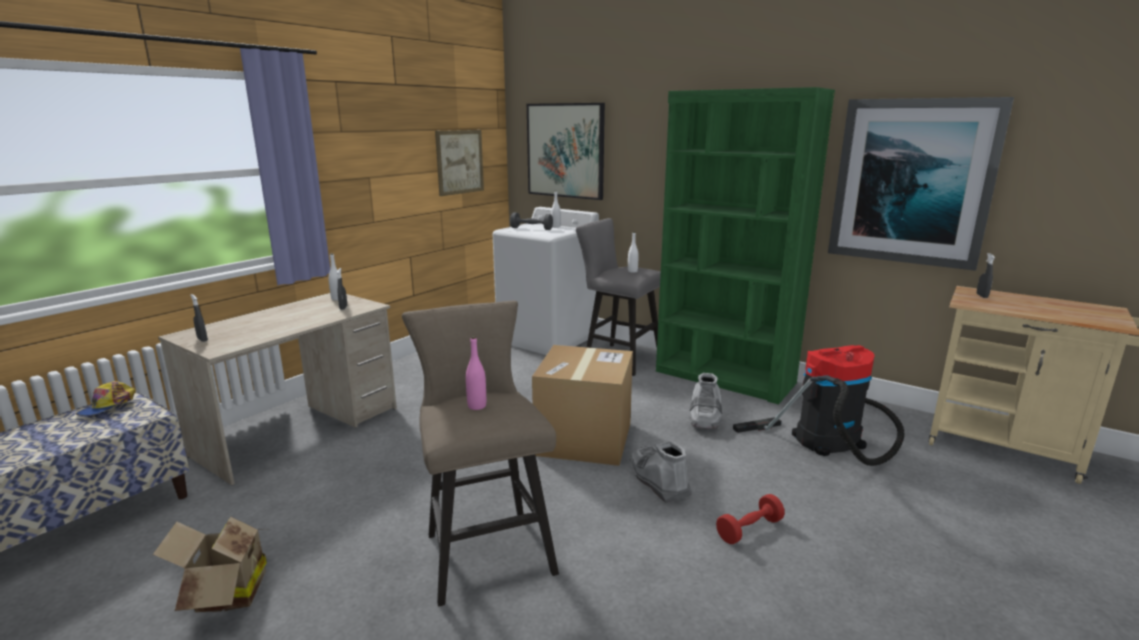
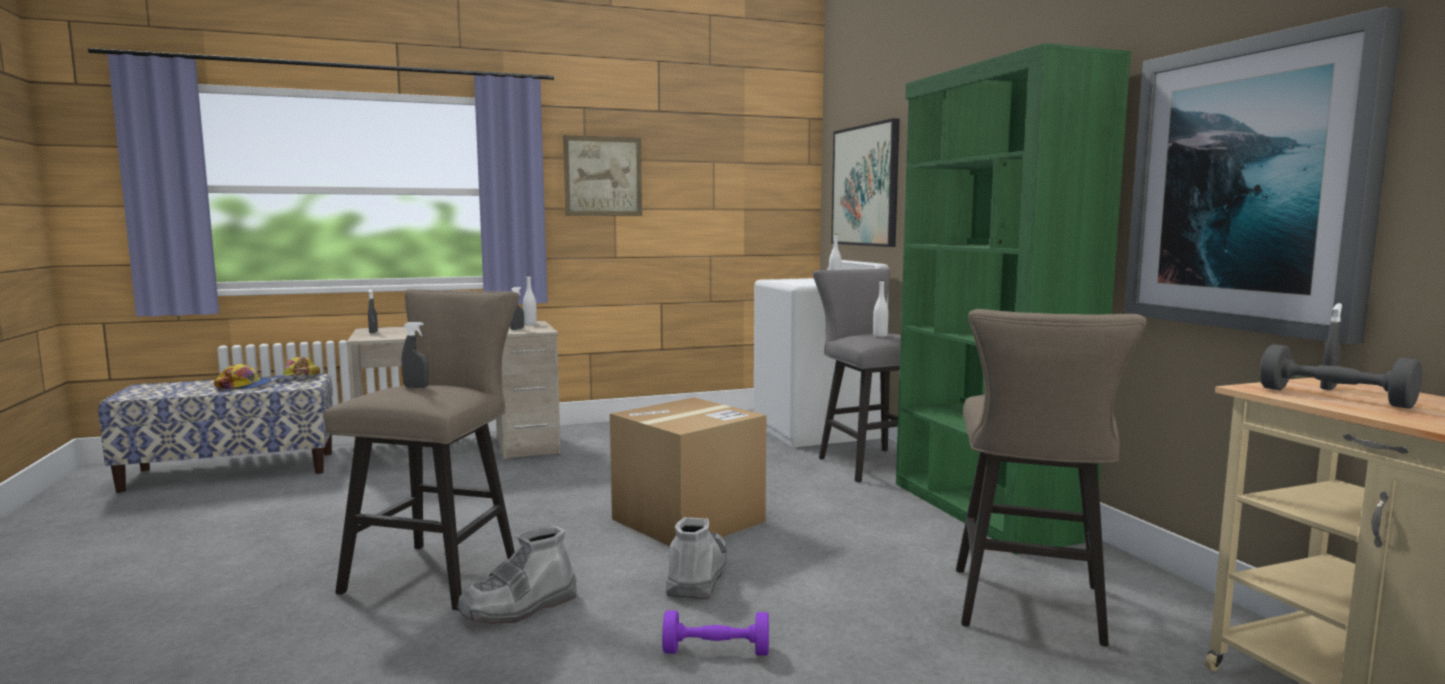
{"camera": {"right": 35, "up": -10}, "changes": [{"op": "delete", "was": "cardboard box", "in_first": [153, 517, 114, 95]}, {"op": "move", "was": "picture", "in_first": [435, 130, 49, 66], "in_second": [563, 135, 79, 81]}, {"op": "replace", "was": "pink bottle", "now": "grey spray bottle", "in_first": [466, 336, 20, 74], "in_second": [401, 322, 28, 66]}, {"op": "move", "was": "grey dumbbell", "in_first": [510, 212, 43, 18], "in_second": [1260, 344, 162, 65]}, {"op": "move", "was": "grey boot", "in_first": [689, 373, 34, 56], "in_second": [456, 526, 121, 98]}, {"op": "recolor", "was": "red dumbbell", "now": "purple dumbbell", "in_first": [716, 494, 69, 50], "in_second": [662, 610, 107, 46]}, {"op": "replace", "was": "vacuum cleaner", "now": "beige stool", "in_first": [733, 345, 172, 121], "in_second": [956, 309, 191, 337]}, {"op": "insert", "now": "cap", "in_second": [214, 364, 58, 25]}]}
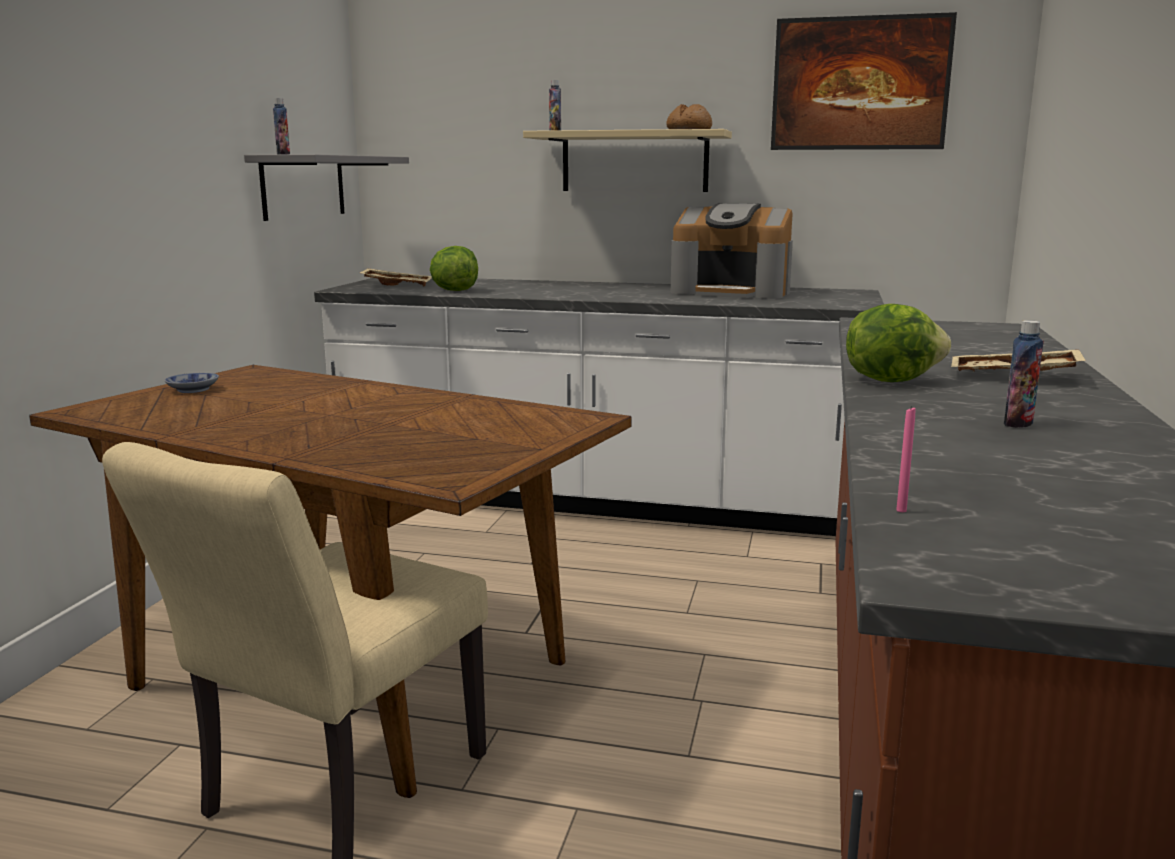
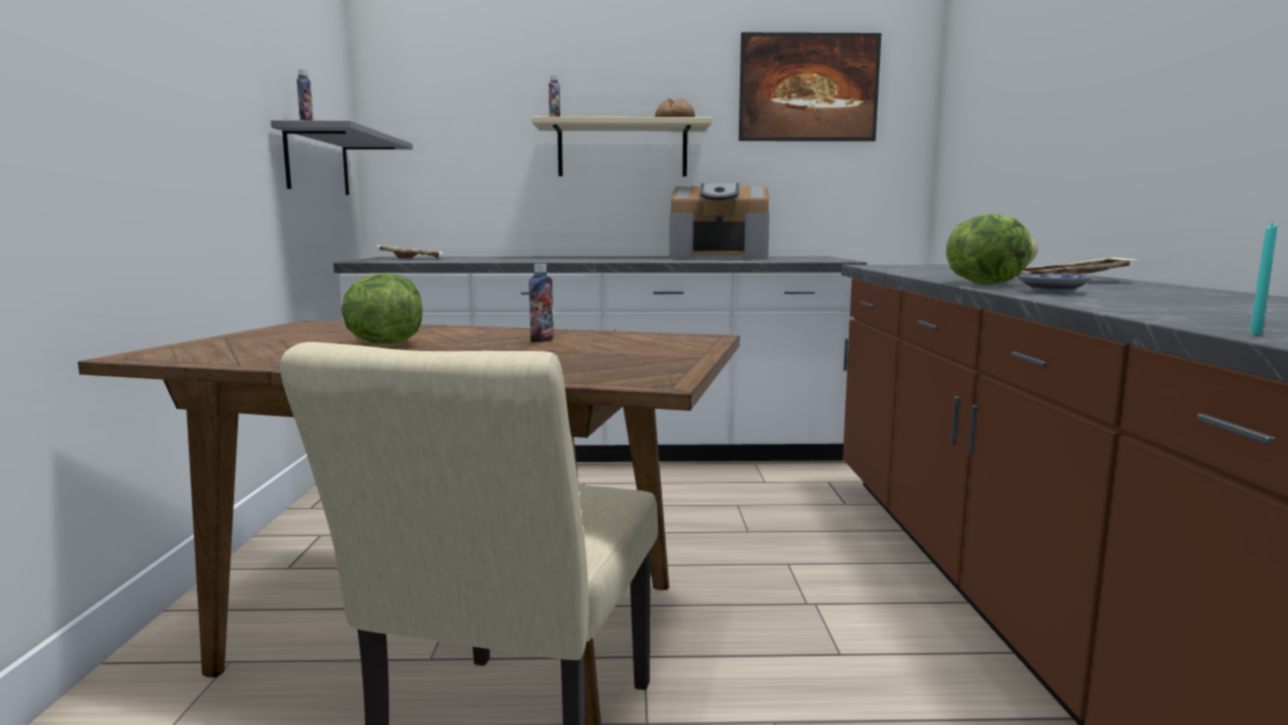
{"camera": {"right": -15, "up": -5}, "changes": [{"op": "move", "was": "bowl", "in_first": [165, 373, 54, 20], "in_second": [1019, 274, 72, 19]}, {"op": "move", "was": "lettuce", "in_first": [430, 246, 48, 45], "in_second": [341, 273, 82, 71]}, {"op": "recolor", "was": "pink candle", "now": "turquoise candle", "in_first": [896, 407, 20, 105], "in_second": [1250, 223, 27, 111]}, {"op": "move", "was": "bottle", "in_first": [1004, 320, 40, 108], "in_second": [529, 264, 25, 78]}]}
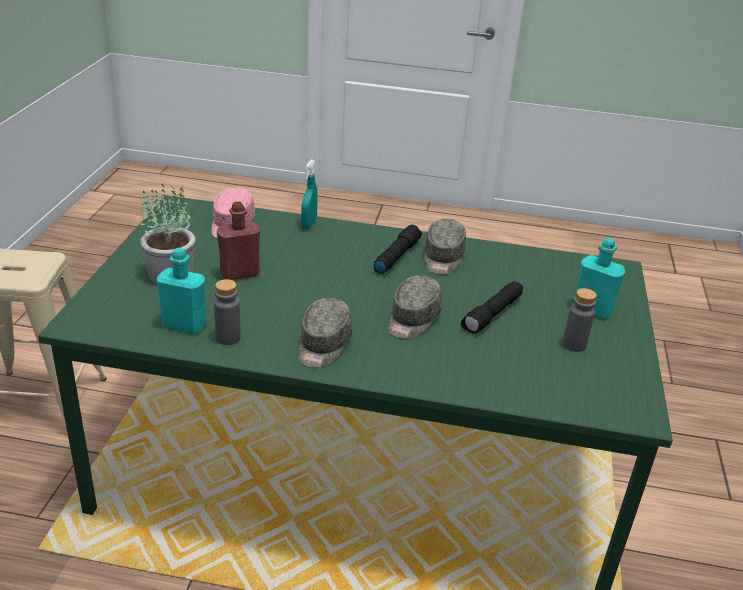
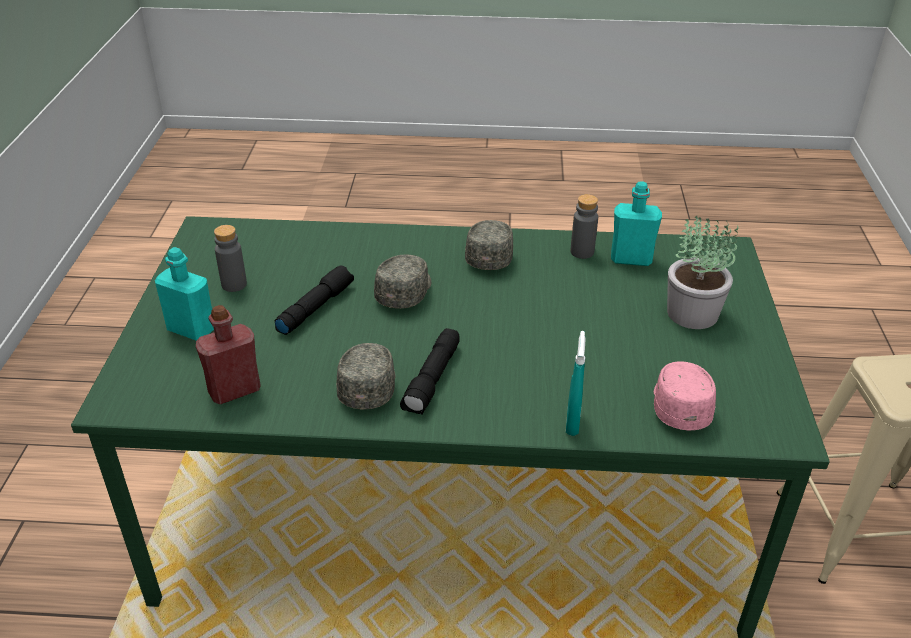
{"camera": {"right": 175, "up": 5}, "changes": [{"op": "move", "was": "red bottle", "in_first": [217, 201, 43, 79], "in_second": [196, 305, 64, 99]}]}
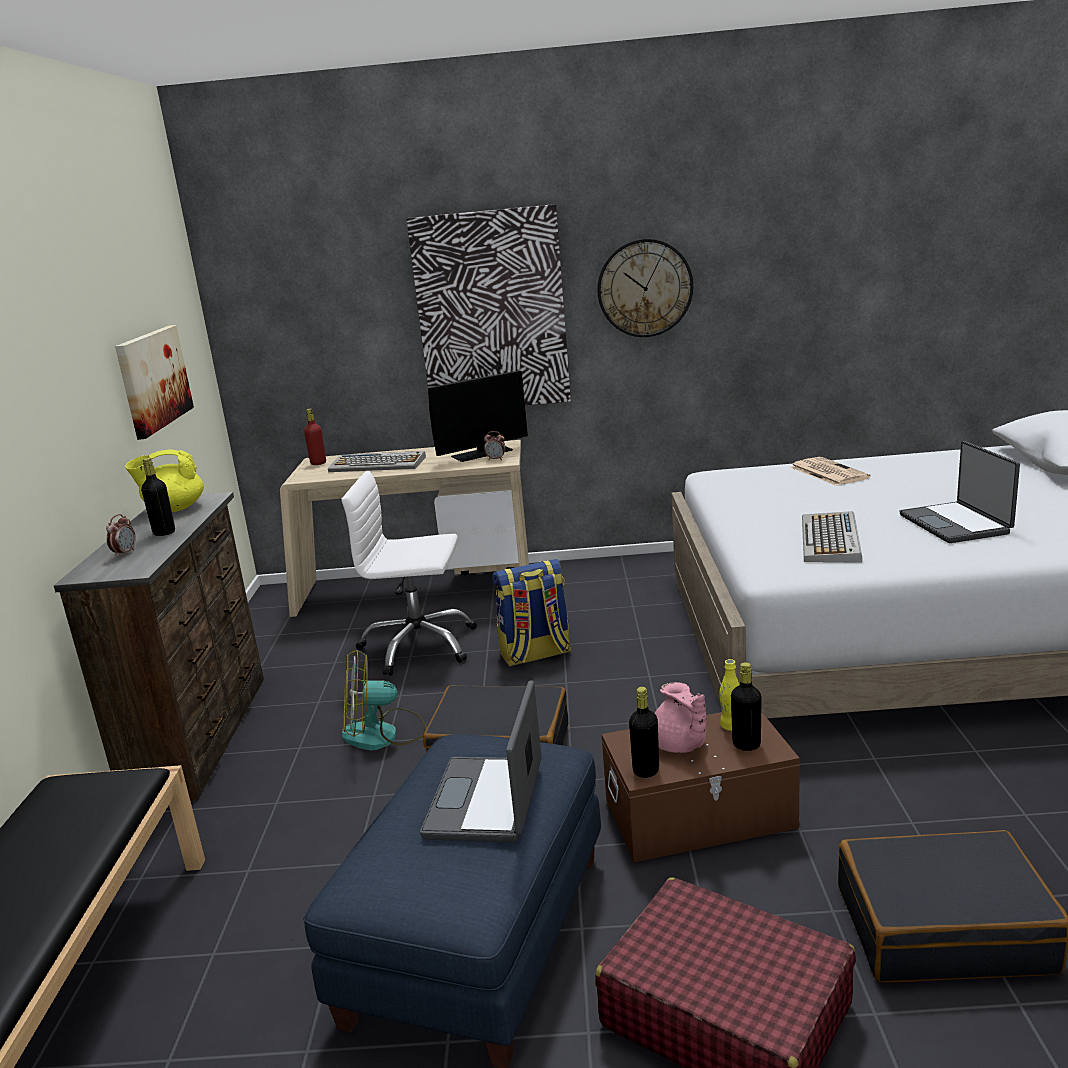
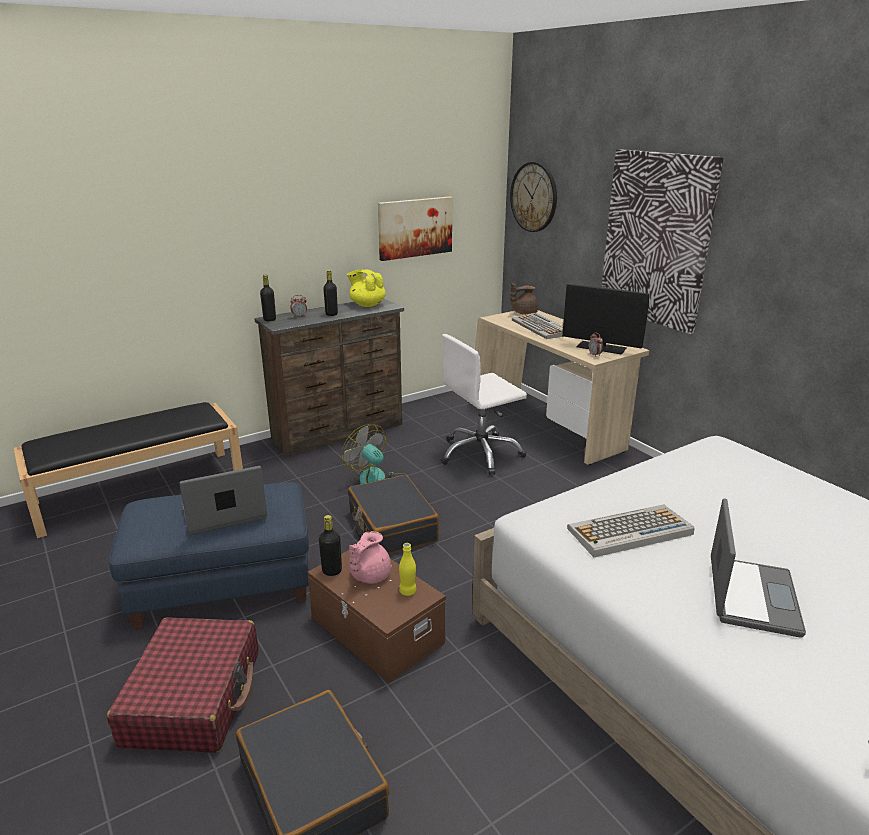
{"camera": {"right": 55, "up": 5}, "changes": [{"op": "replace", "was": "red bottle", "now": "brown teapot", "in_first": [304, 409, 22, 56], "in_second": [510, 283, 28, 32]}, {"op": "rotate", "was": "white office chair", "in_first": [341, 471, 136, 205], "in_second": [440, 334, 87, 141], "clockwise": -90}, {"op": "delete", "was": "backpack", "in_first": [492, 559, 79, 108]}, {"op": "move", "was": "wall clock", "in_first": [597, 239, 96, 98], "in_second": [510, 162, 47, 70]}, {"op": "move", "was": "black bottle", "in_first": [731, 662, 31, 89], "in_second": [260, 275, 16, 46]}, {"op": "delete", "was": "newspaper", "in_first": [790, 457, 80, 29]}, {"op": "rotate", "was": "laptop", "in_first": [899, 441, 121, 102], "in_second": [711, 498, 95, 140], "clockwise": 150}]}
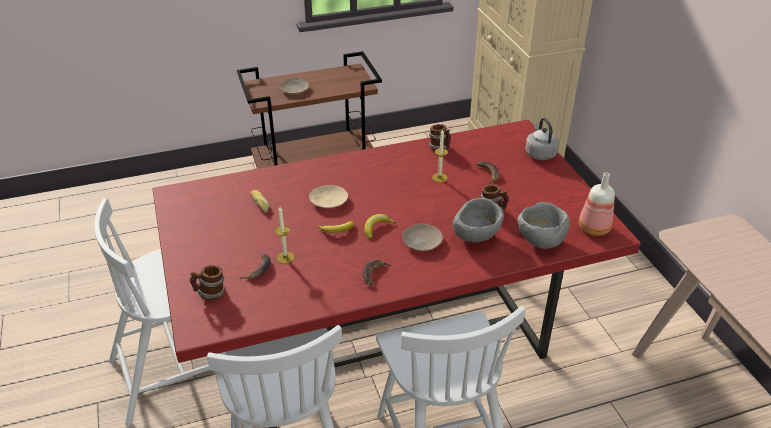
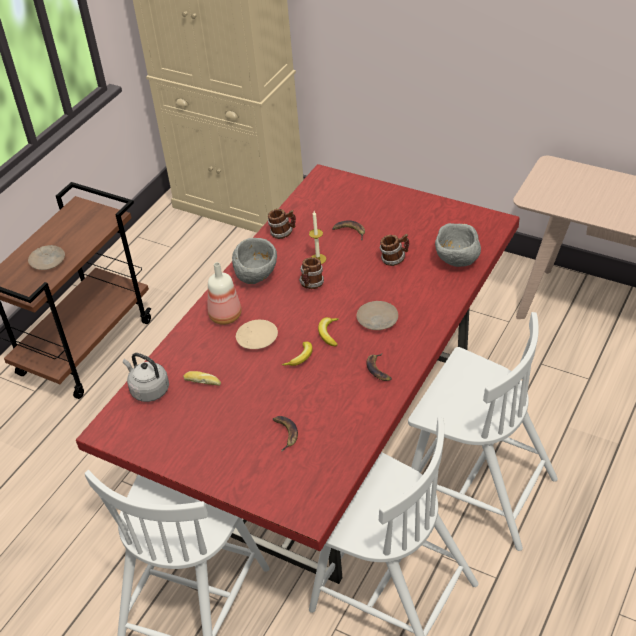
{"camera": {"right": -40, "up": 5}, "changes": [{"op": "move", "was": "mug", "in_first": [190, 265, 35, 35], "in_second": [299, 257, 25, 32]}, {"op": "delete", "was": "candle", "in_first": [275, 207, 19, 57]}, {"op": "move", "was": "grey bowl", "in_first": [453, 198, 51, 44], "in_second": [232, 238, 45, 46]}, {"op": "move", "was": "grey kettle", "in_first": [525, 118, 34, 42], "in_second": [123, 353, 46, 49]}, {"op": "move", "was": "bottle", "in_first": [579, 172, 36, 64], "in_second": [208, 262, 34, 63]}]}
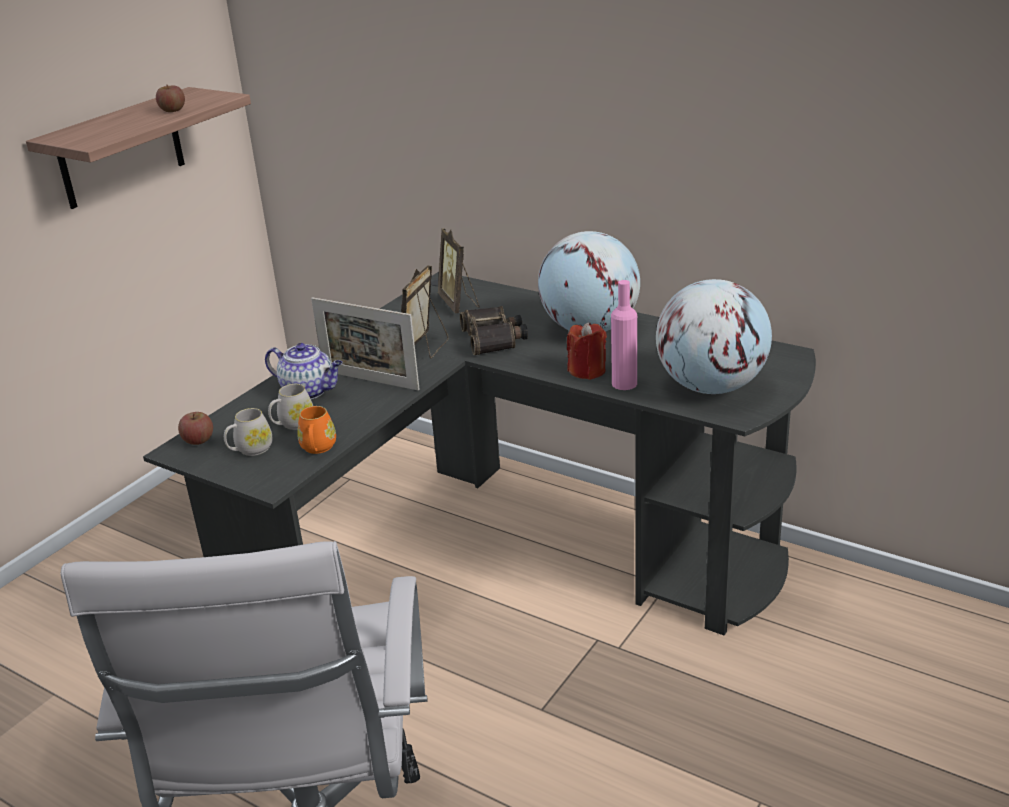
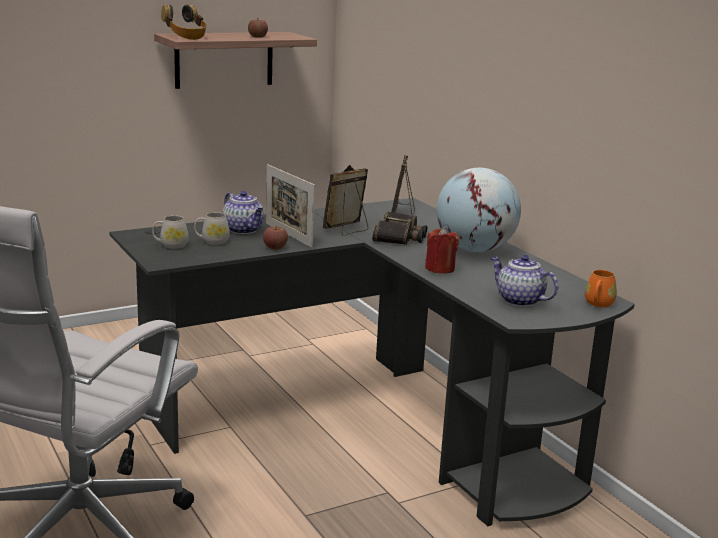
{"camera": {"right": 25, "up": -10}, "changes": [{"op": "move", "was": "apple", "in_first": [178, 412, 35, 33], "in_second": [263, 226, 25, 24]}, {"op": "move", "was": "orange mug", "in_first": [297, 406, 39, 48], "in_second": [585, 270, 32, 37]}, {"op": "delete", "was": "pink bottle", "in_first": [611, 280, 26, 110]}, {"op": "replace", "was": "globe", "now": "teapot", "in_first": [656, 279, 116, 115], "in_second": [491, 255, 67, 52]}, {"op": "insert", "now": "headphones", "in_second": [161, 5, 45, 35]}]}
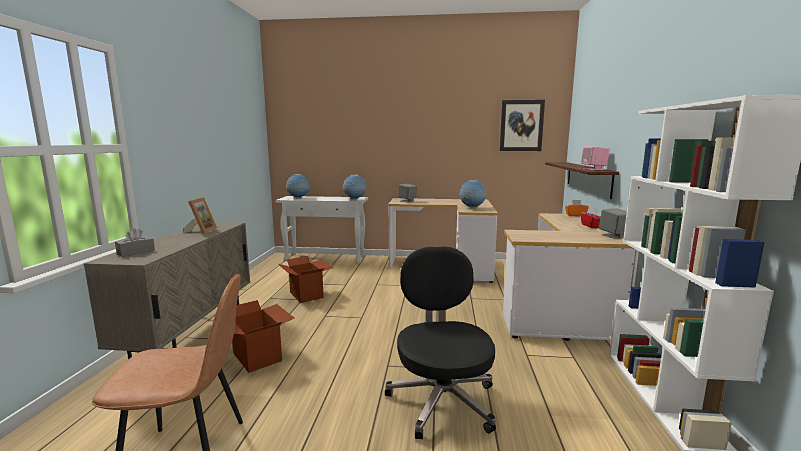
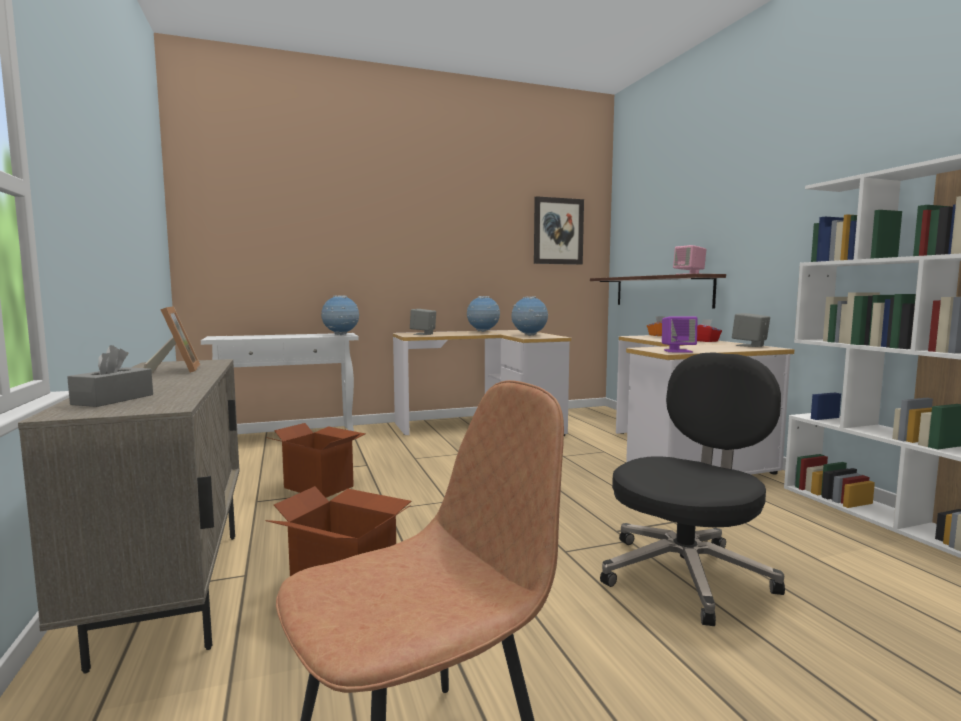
{"camera": {"right": -25, "up": -5}, "changes": [{"op": "move", "was": "globe", "in_first": [286, 174, 24, 25], "in_second": [467, 296, 33, 36]}, {"op": "rotate", "was": "black office chair", "in_first": [385, 246, 111, 193], "in_second": [600, 352, 185, 274], "clockwise": 75}, {"op": "insert", "now": "purple speaker", "in_second": [662, 316, 36, 37]}]}
